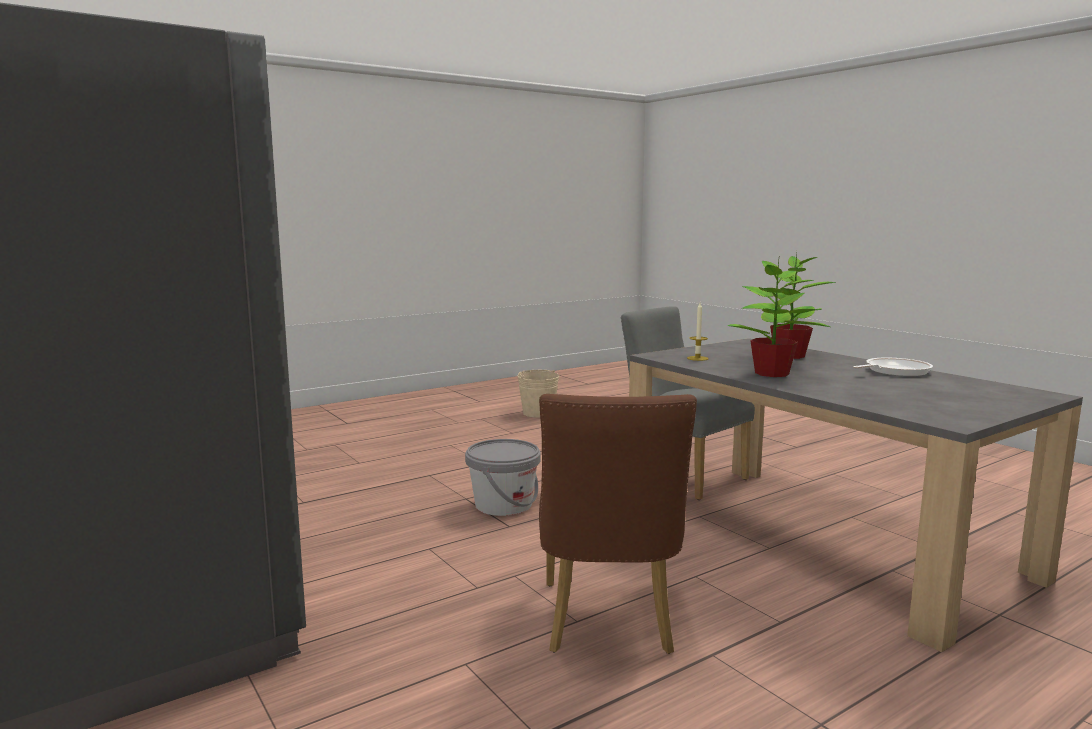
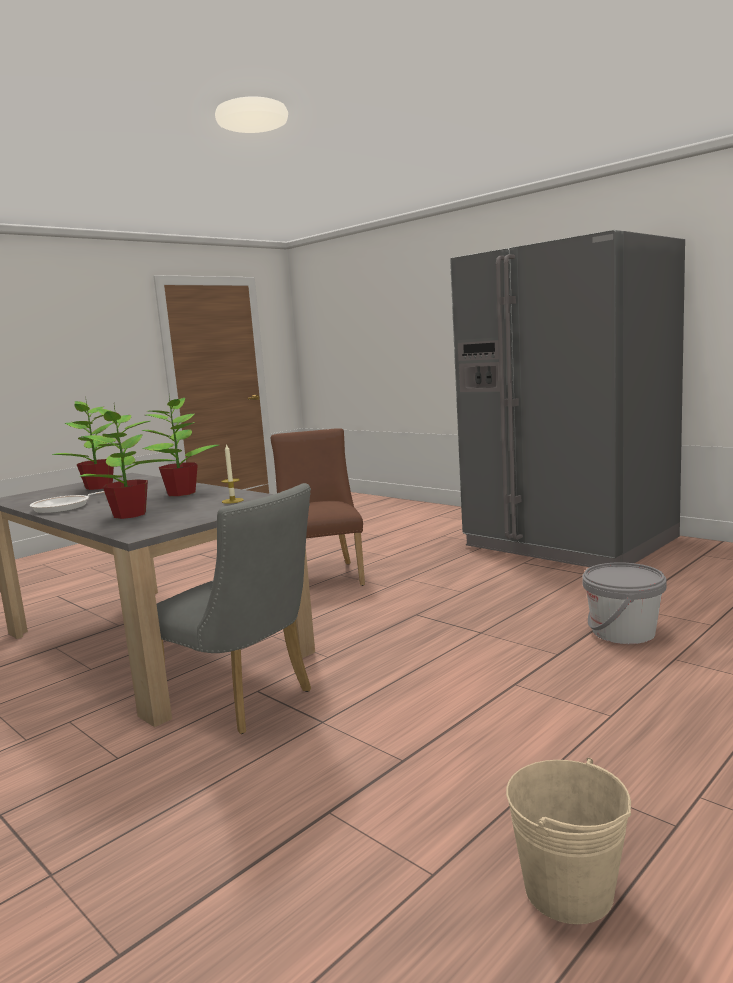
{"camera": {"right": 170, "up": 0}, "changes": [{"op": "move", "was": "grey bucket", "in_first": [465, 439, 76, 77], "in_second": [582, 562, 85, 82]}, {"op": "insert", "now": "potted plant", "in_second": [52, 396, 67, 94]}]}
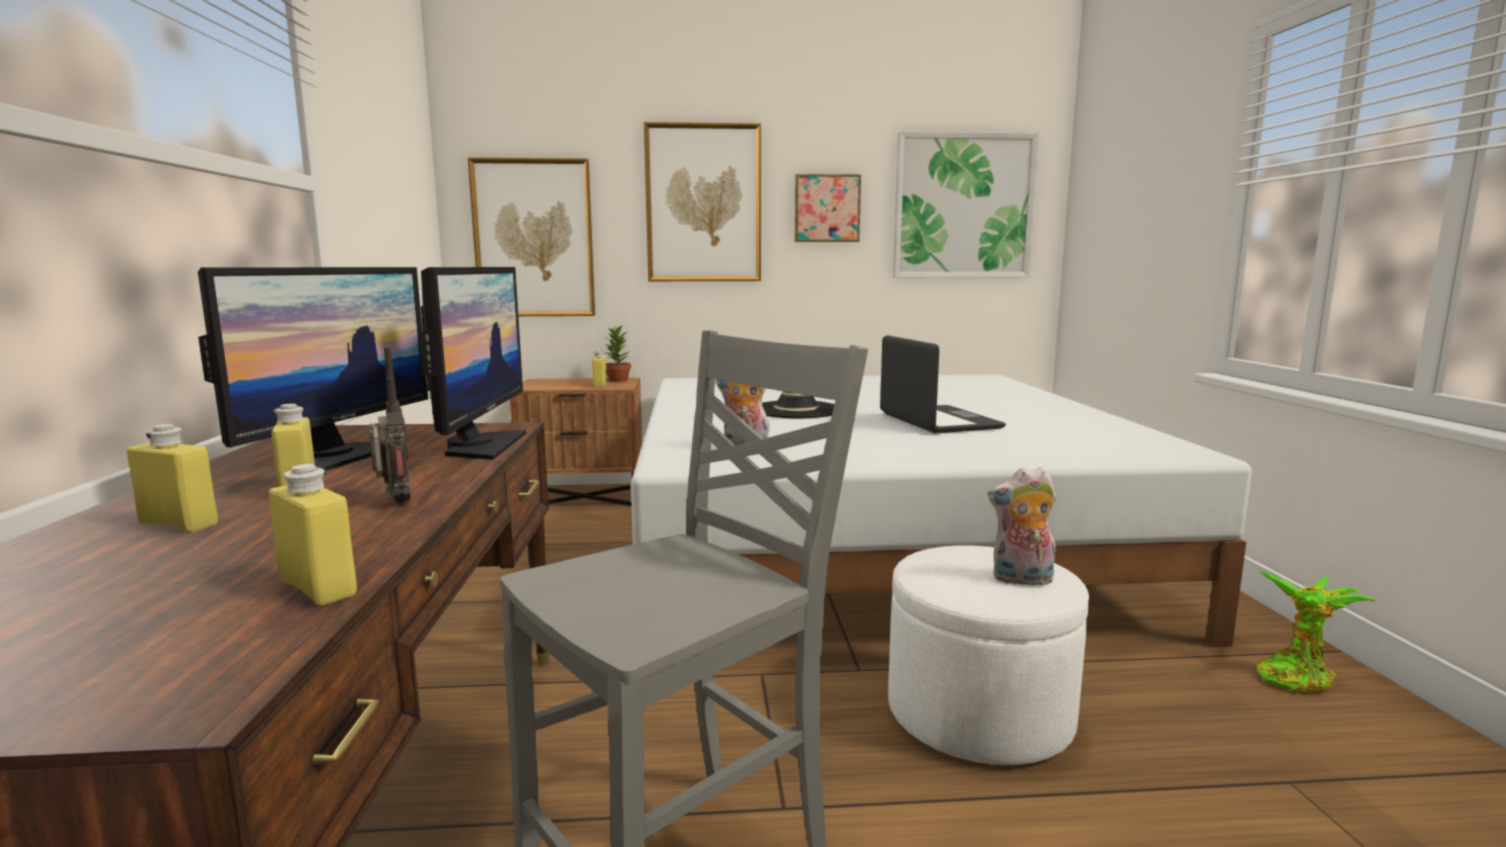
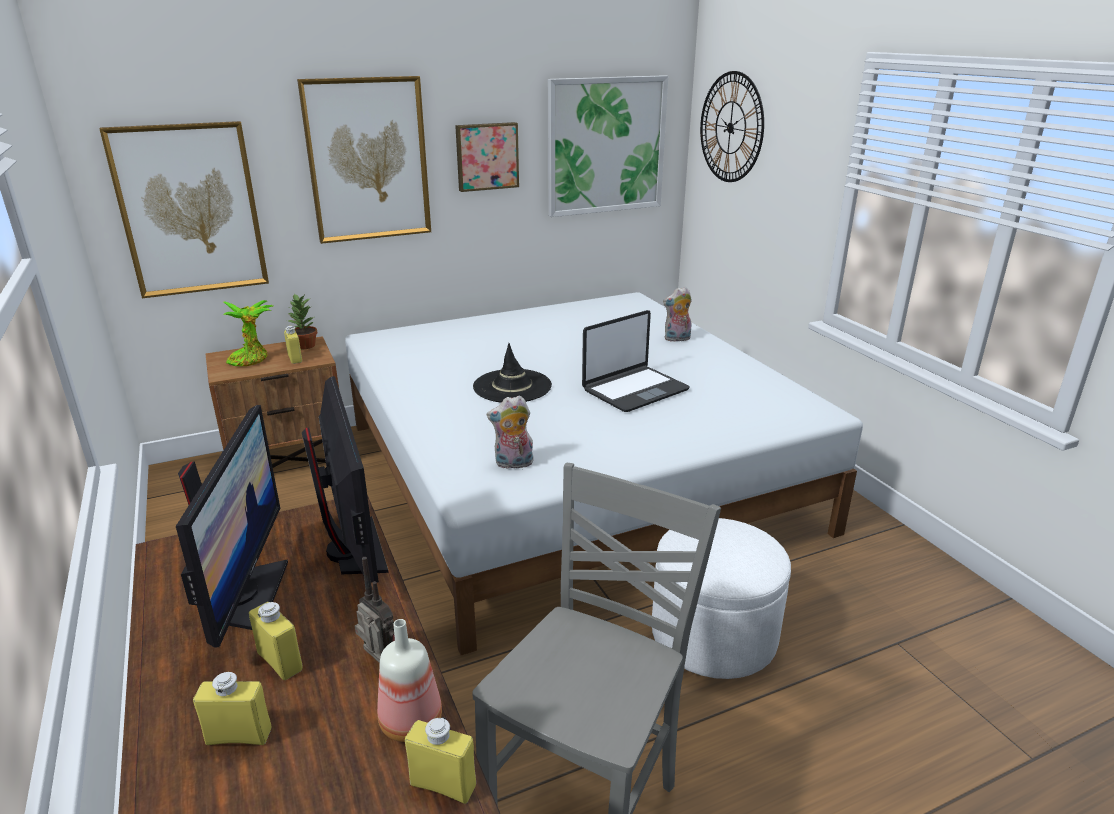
{"camera": {"right": -20, "up": 15}, "changes": [{"op": "rotate", "was": "laptop", "in_first": [880, 335, 126, 98], "in_second": [582, 310, 107, 102], "clockwise": 90}, {"op": "move", "was": "plush toy", "in_first": [988, 467, 68, 118], "in_second": [663, 287, 29, 55]}, {"op": "move", "was": "potted plant", "in_first": [1257, 572, 120, 121], "in_second": [224, 300, 49, 66]}, {"op": "insert", "now": "bottle", "in_second": [377, 619, 65, 123]}, {"op": "insert", "now": "wall clock", "in_second": [700, 71, 64, 111]}]}
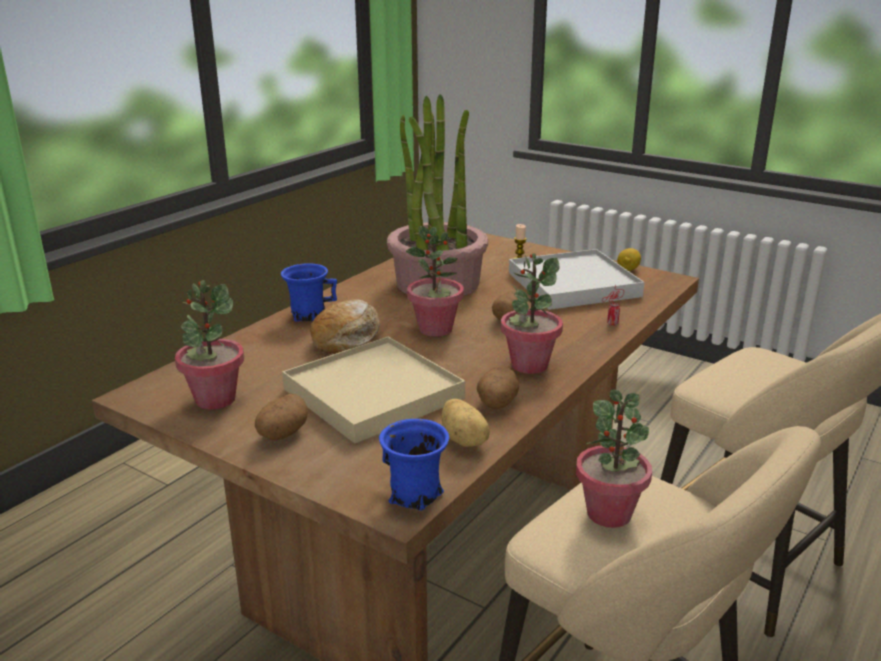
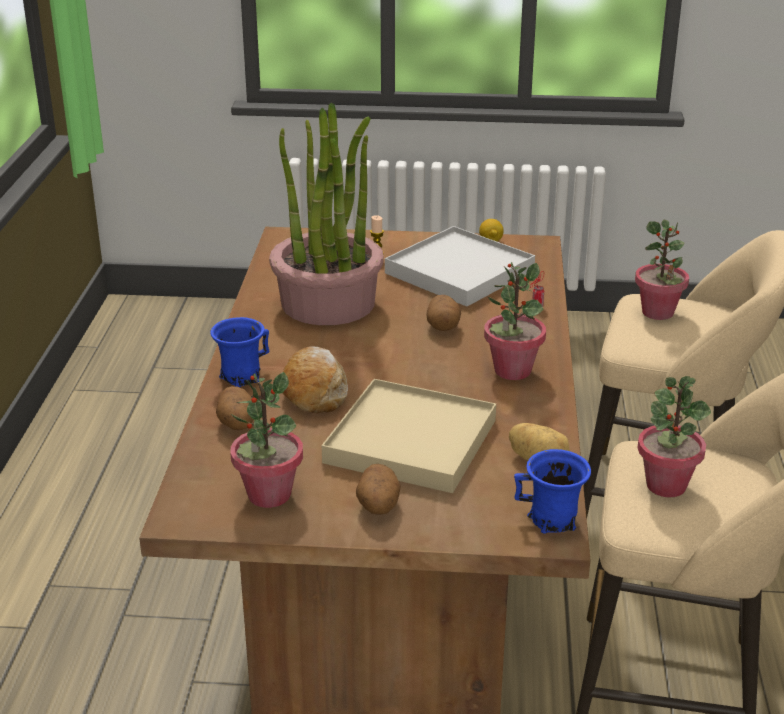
{"camera": {"right": -30, "up": 5}, "changes": [{"op": "move", "was": "potted plant", "in_first": [406, 226, 58, 110], "in_second": [635, 220, 54, 100]}, {"op": "move", "was": "potato", "in_first": [477, 365, 42, 44], "in_second": [216, 386, 38, 44]}]}
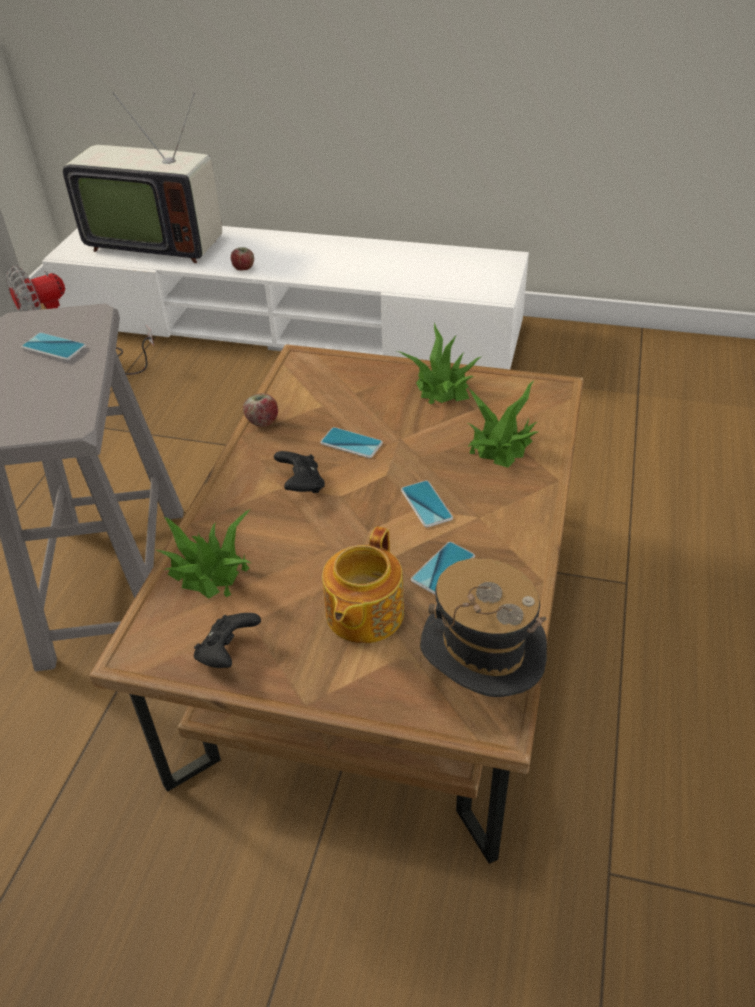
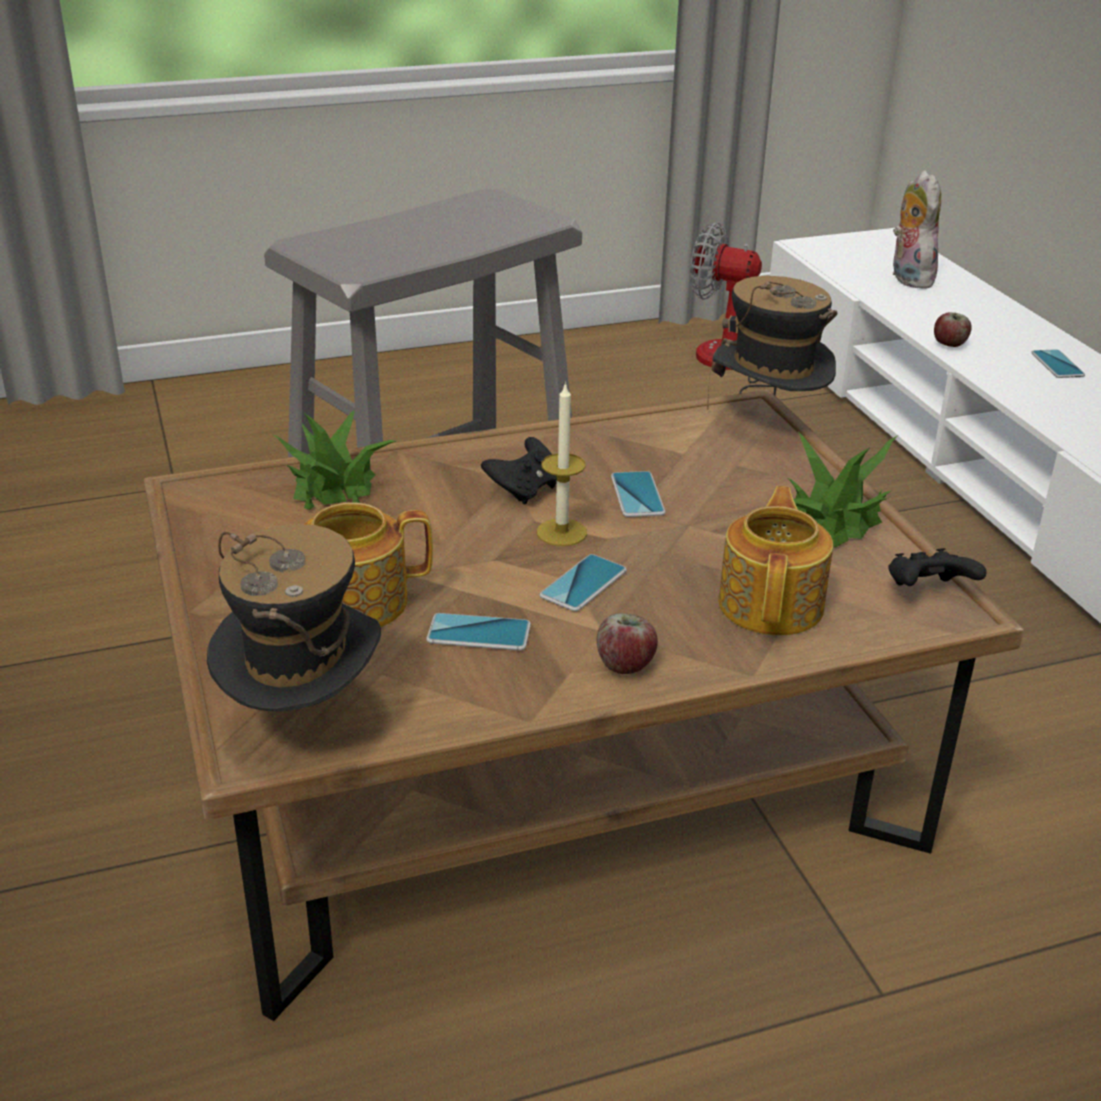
{"camera": {"right": 55, "up": -10}, "changes": [{"op": "move", "was": "phone", "in_first": [21, 332, 65, 29], "in_second": [1031, 349, 54, 29]}, {"op": "replace", "was": "television", "now": "plush toy", "in_first": [63, 92, 159, 171], "in_second": [893, 170, 48, 119]}, {"op": "move", "was": "black game controller", "in_first": [194, 613, 67, 55], "in_second": [888, 548, 99, 38]}, {"op": "move", "was": "apple", "in_first": [243, 393, 35, 34], "in_second": [597, 613, 61, 61]}, {"op": "replace", "was": "potted plant", "now": "teapot", "in_first": [468, 380, 70, 88], "in_second": [718, 486, 115, 150]}, {"op": "insert", "now": "candle", "in_second": [537, 382, 50, 164]}, {"op": "insert", "now": "hat", "in_second": [707, 276, 131, 134]}]}
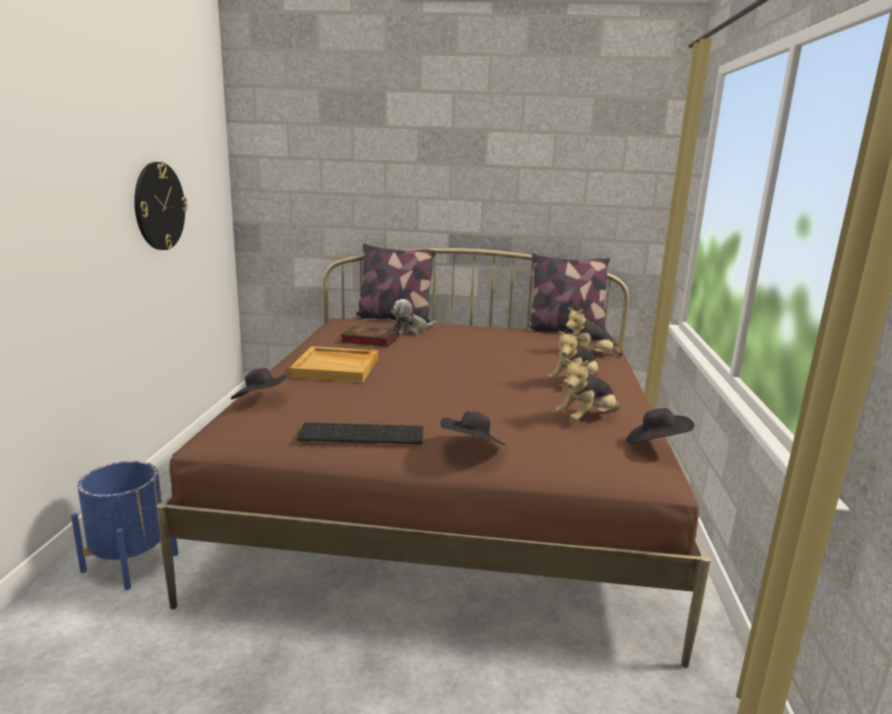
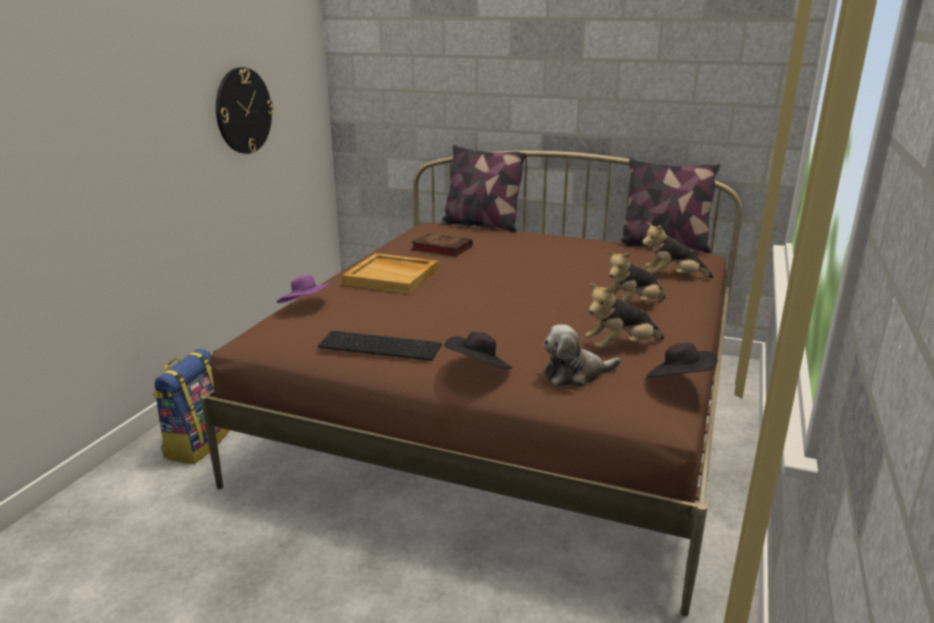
{"camera": {"right": 15, "up": 5}, "changes": [{"op": "replace", "was": "blue planter", "now": "backpack", "in_first": [71, 461, 107, 129], "in_second": [153, 349, 76, 115]}, {"op": "recolor", "was": "black hat", "now": "purple hat", "in_first": [231, 368, 55, 31], "in_second": [277, 275, 54, 28]}, {"op": "move", "was": "plush toy", "in_first": [391, 299, 46, 36], "in_second": [543, 325, 78, 62]}]}
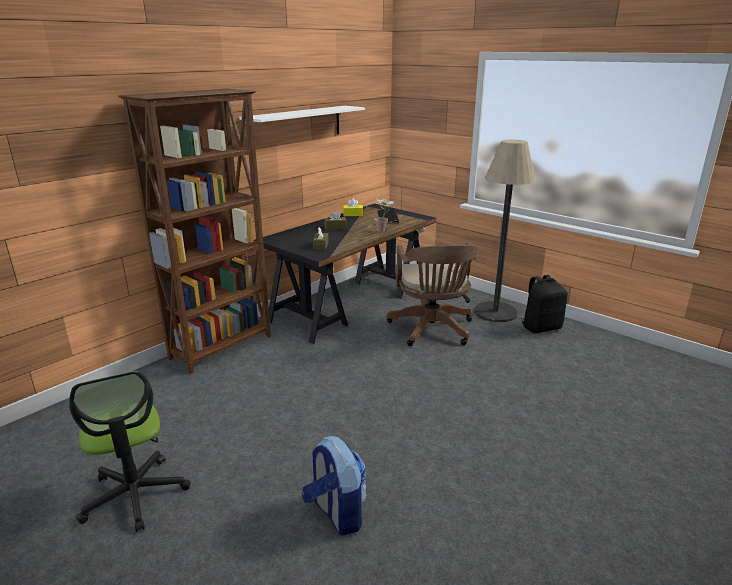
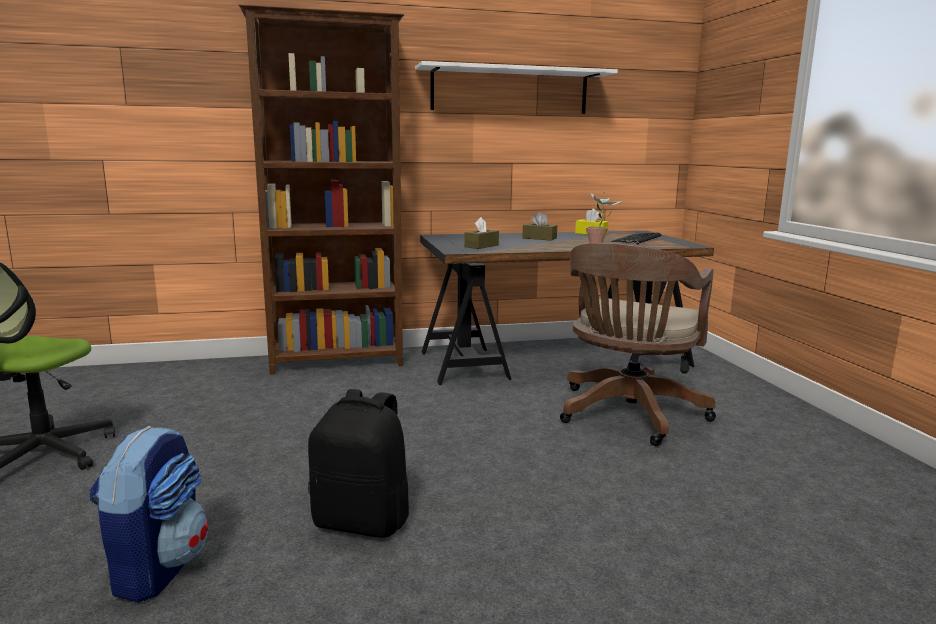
{"camera": {"right": 35, "up": -10}, "changes": [{"op": "delete", "was": "floor lamp", "in_first": [474, 139, 62, 183]}, {"op": "move", "was": "black backpack", "in_first": [521, 275, 47, 58], "in_second": [308, 389, 101, 149]}]}
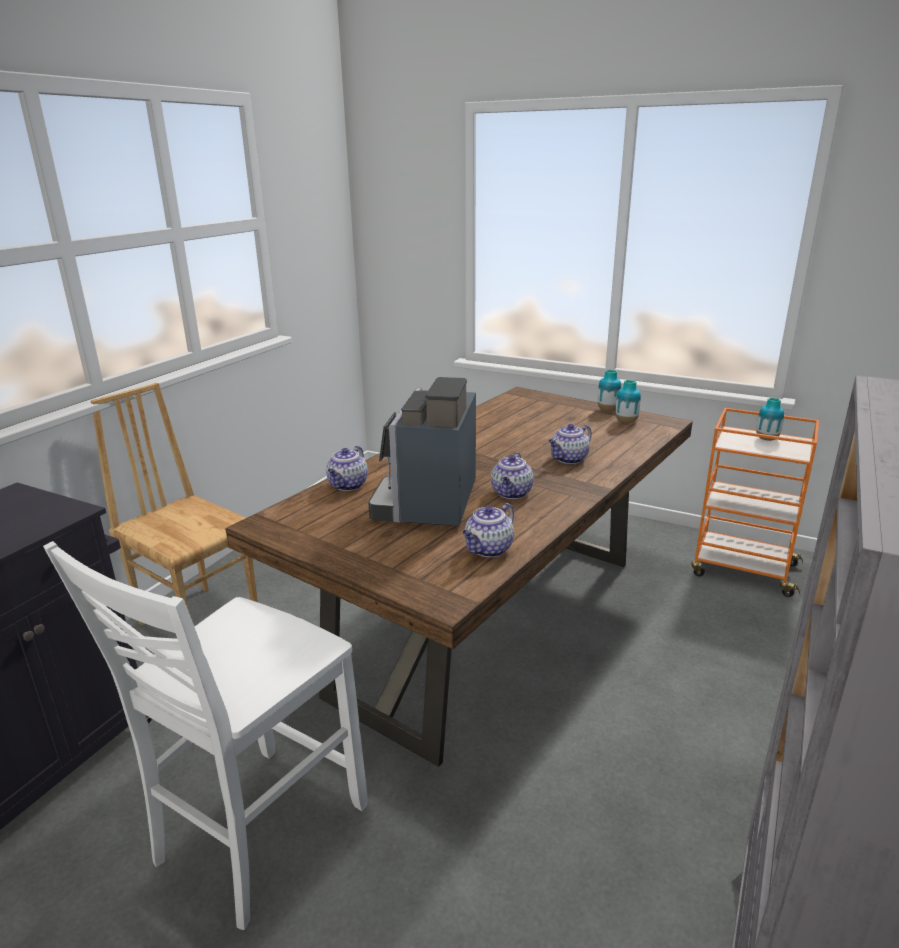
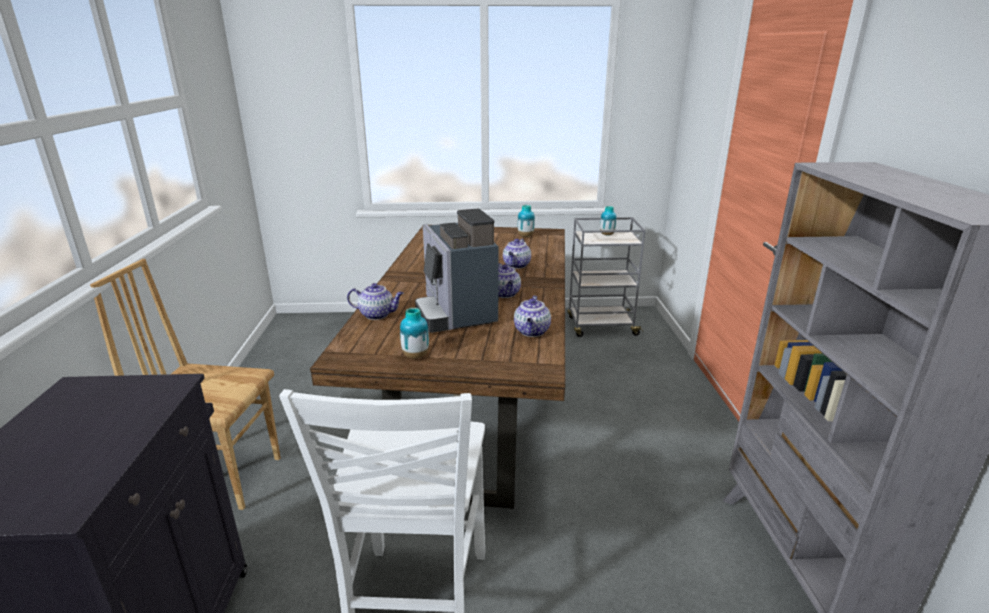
{"camera": {"right": -30, "up": 0}, "changes": [{"op": "rotate", "was": "teapot", "in_first": [326, 446, 42, 45], "in_second": [347, 283, 56, 37], "clockwise": -75}, {"op": "move", "was": "vase", "in_first": [598, 370, 23, 41], "in_second": [400, 308, 29, 51]}, {"op": "recolor", "was": "orange cart", "now": "grey cart", "in_first": [691, 408, 128, 189], "in_second": [567, 217, 79, 120]}]}
